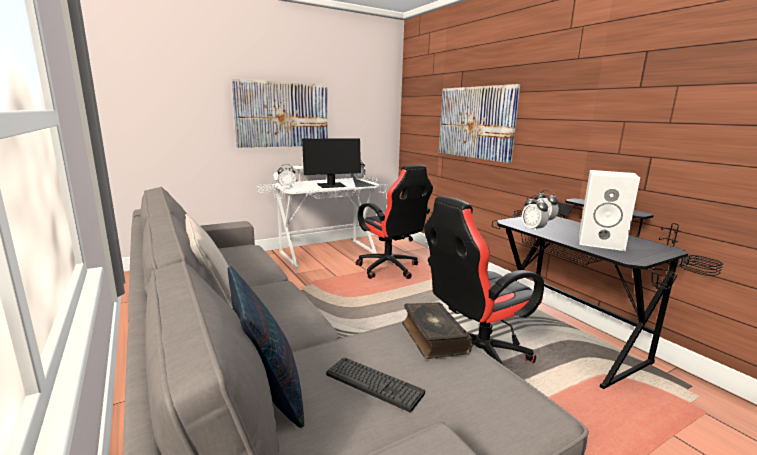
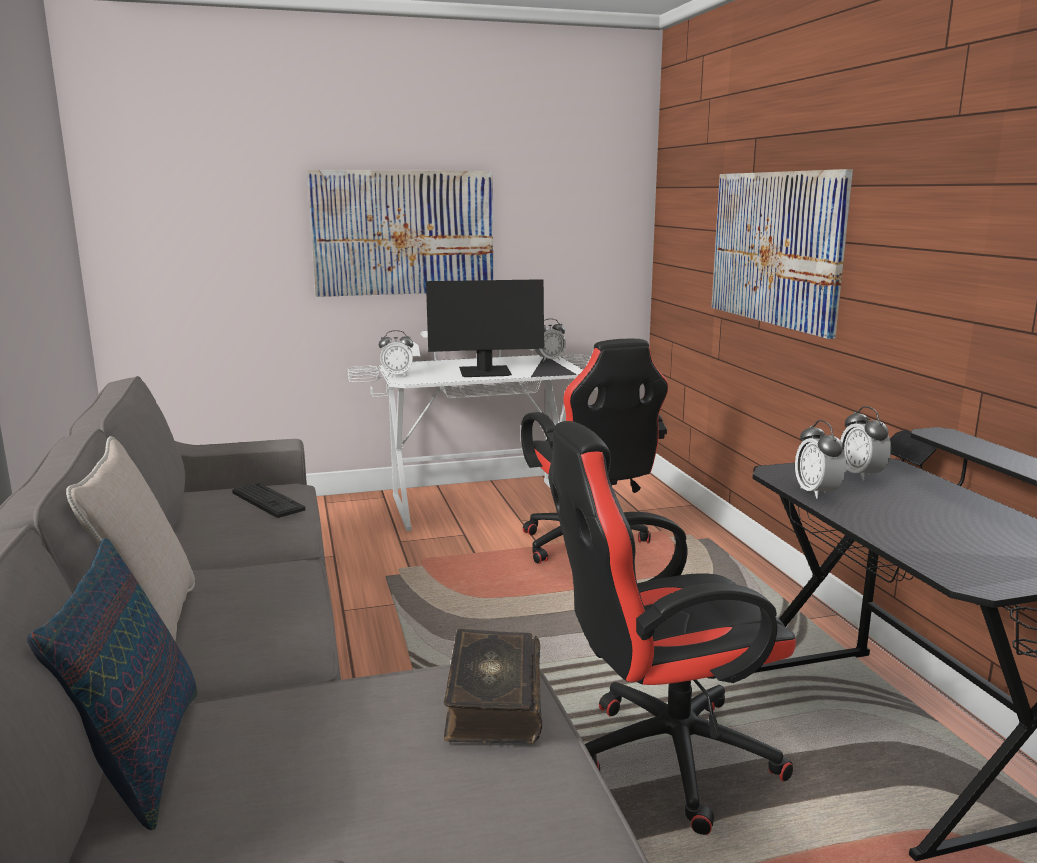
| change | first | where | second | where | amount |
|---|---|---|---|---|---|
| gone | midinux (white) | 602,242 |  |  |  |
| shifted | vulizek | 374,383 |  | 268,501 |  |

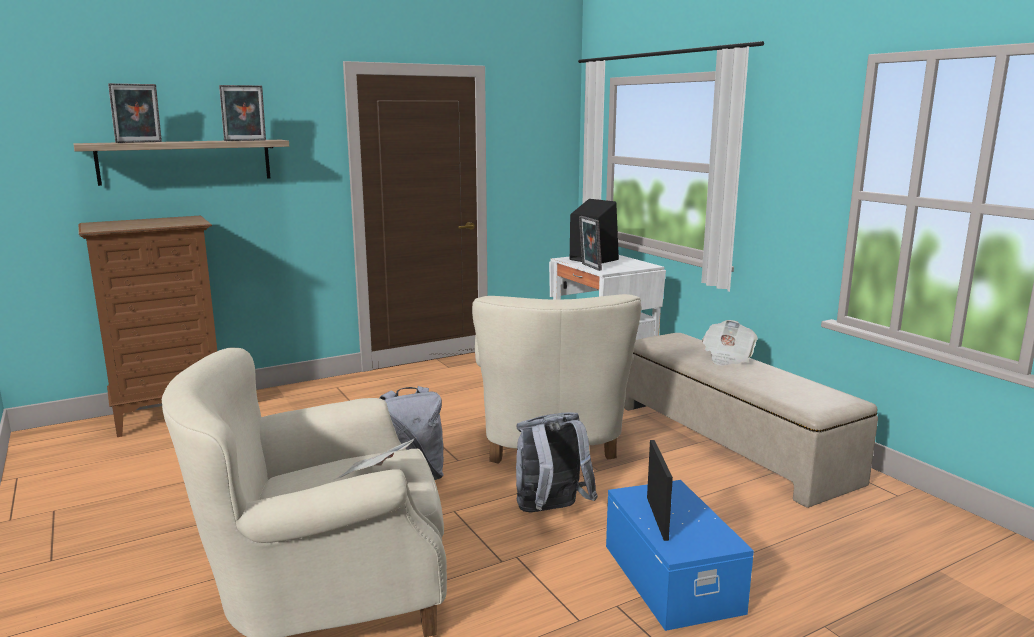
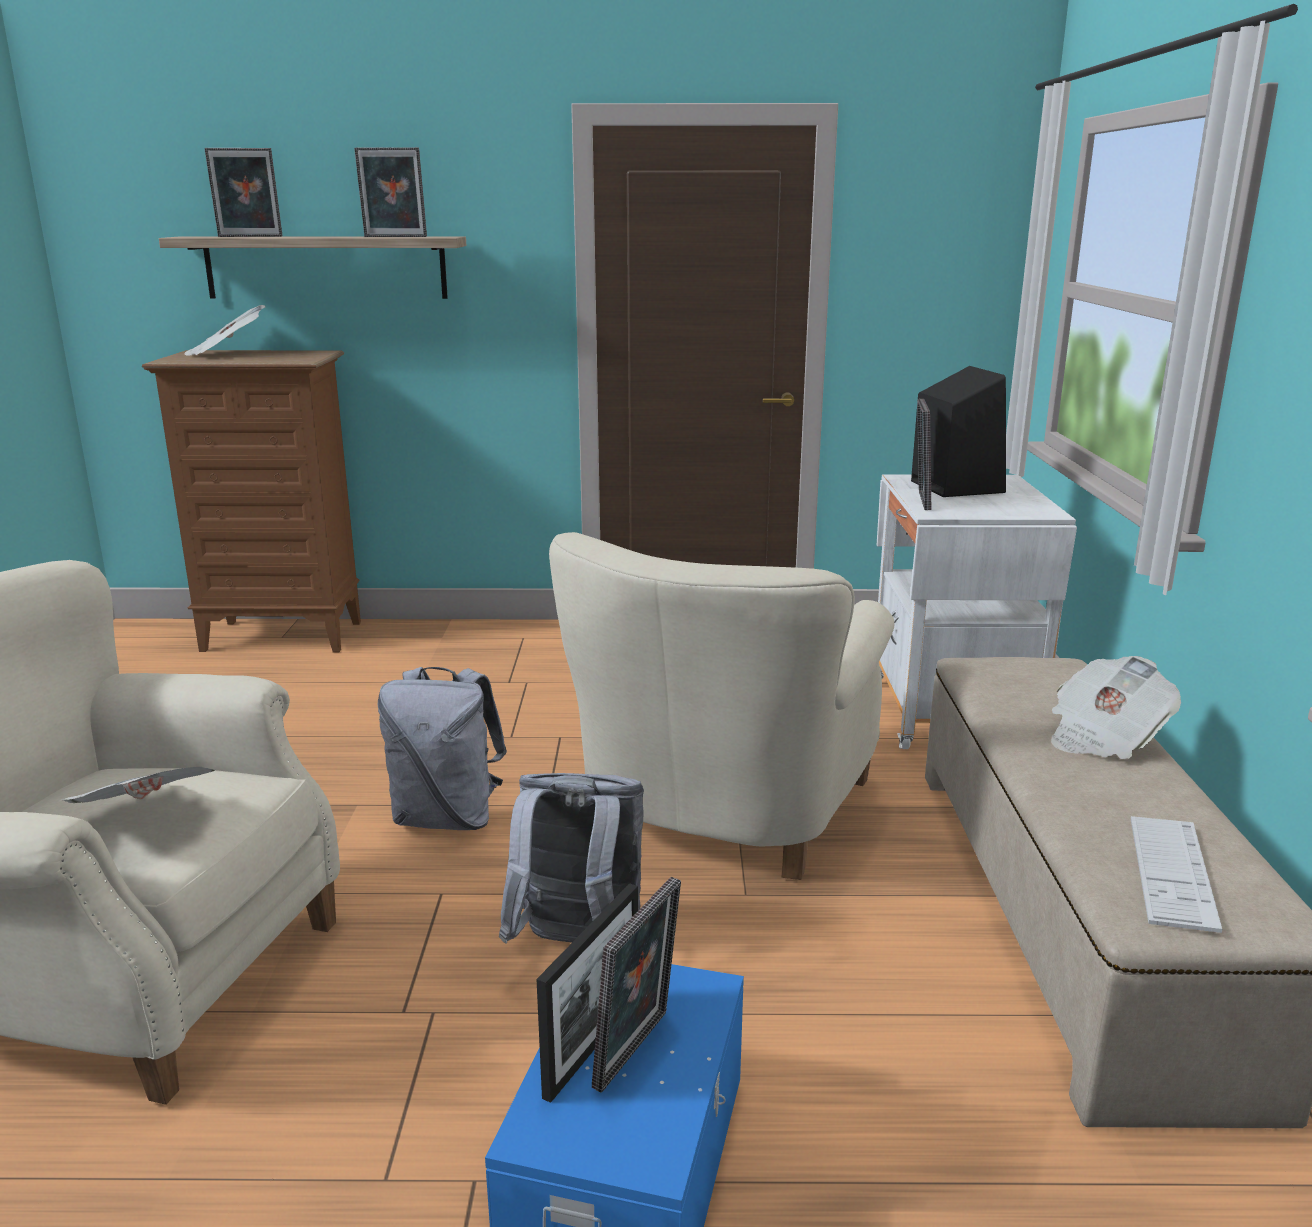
| change | first | where | second | where | amount |
|---|---|---|---|---|---|
| new |  |  | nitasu | 227,353 |  |
| new |  |  | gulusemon | 637,1052 |  |
| new |  |  | vulizek | 1171,872 |  |

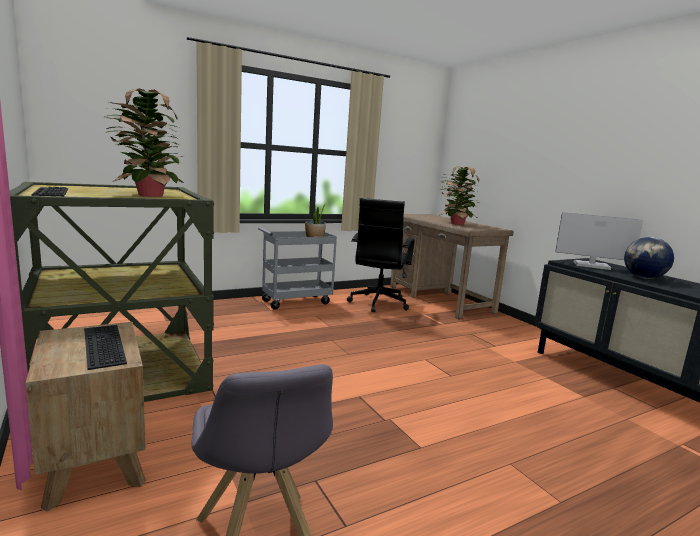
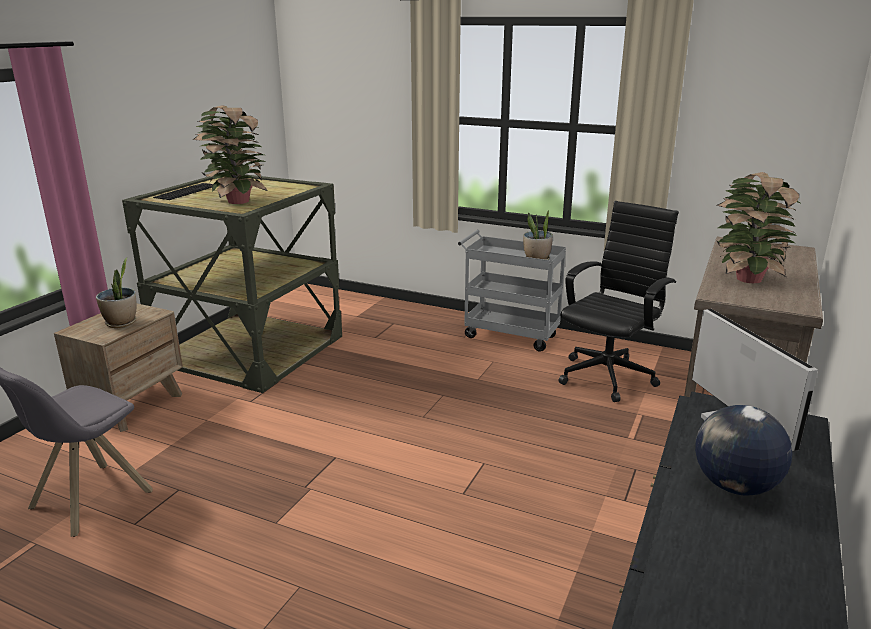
| change | first | where | second | where | amount |
|---|---|---|---|---|---|
| swapped | vulizek | 101,345 | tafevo | 121,323 |  |
| rotated | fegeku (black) | 378,304 |  | 608,375 | 150 degrees clockwise |

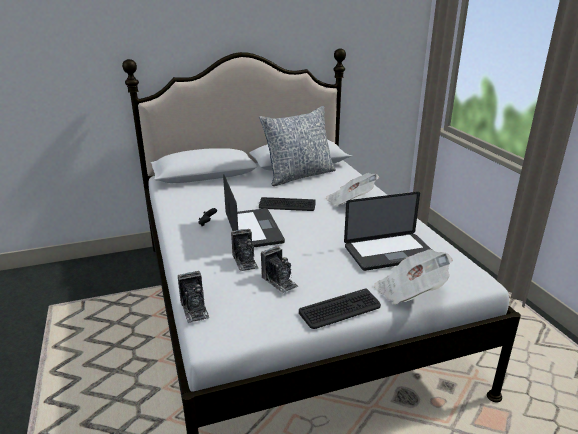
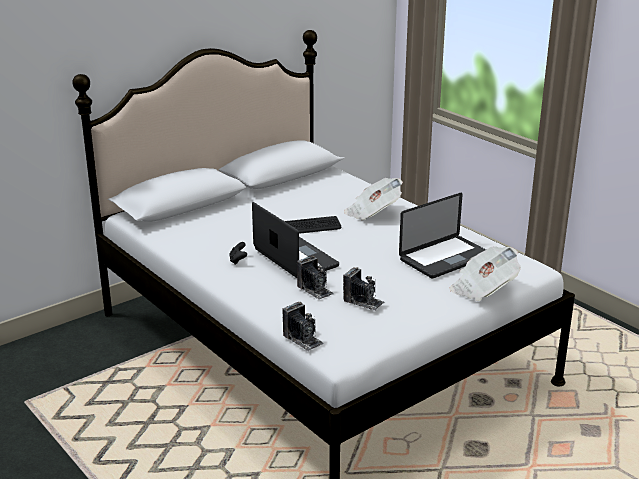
| change | first | where | second | where | amount |
|---|---|---|---|---|---|
| gone | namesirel | 299,175 |  |  |  |
| gone | vulizek | 340,309 |  |  |  |

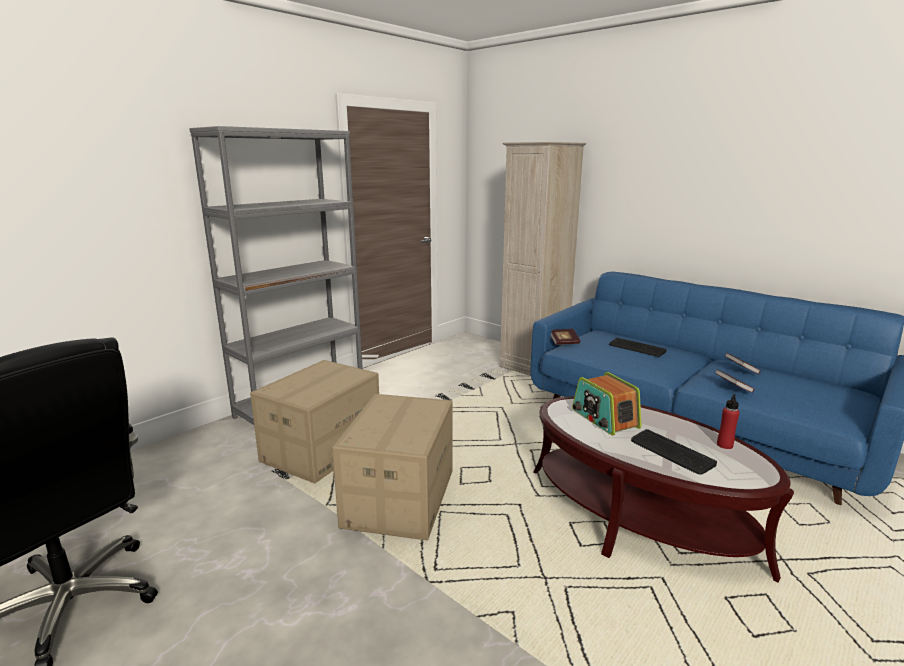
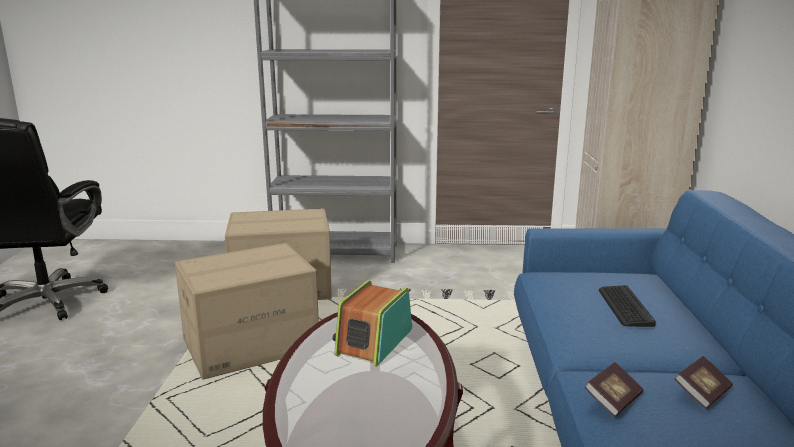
| change | first | where | second | where | amount |
|---|---|---|---|---|---|
| gone | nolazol | 564,343 |  |  |  |
| gone | vulizek | 671,452 |  |  |  |
| gone | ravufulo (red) | 724,445 |  |  |  |

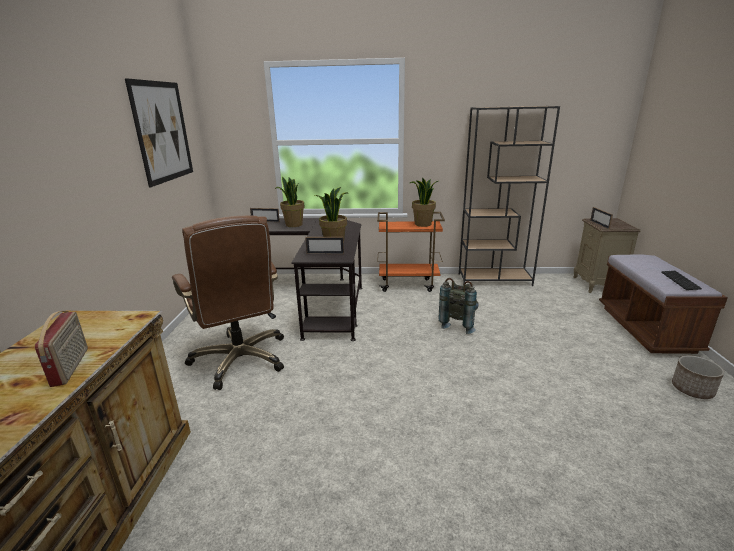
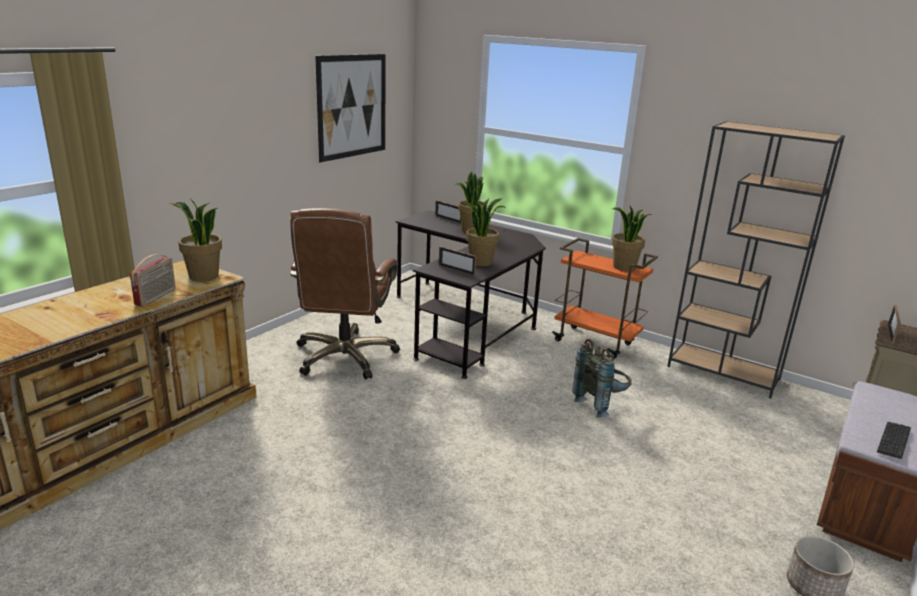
| change | first | where | second | where | amount |
|---|---|---|---|---|---|
| new |  |  | tafevo | 203,276 |  |

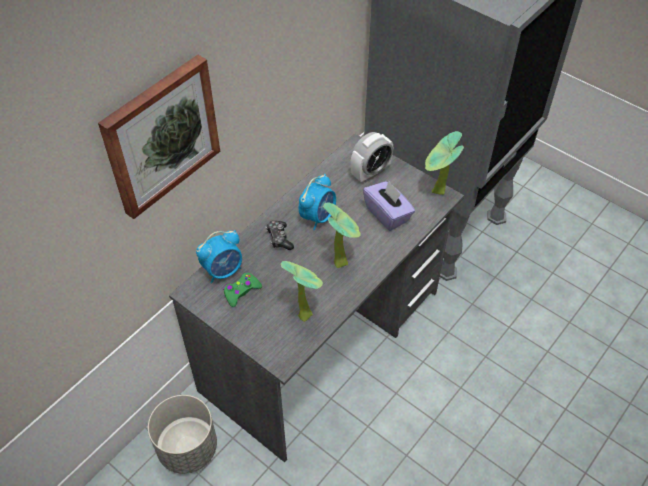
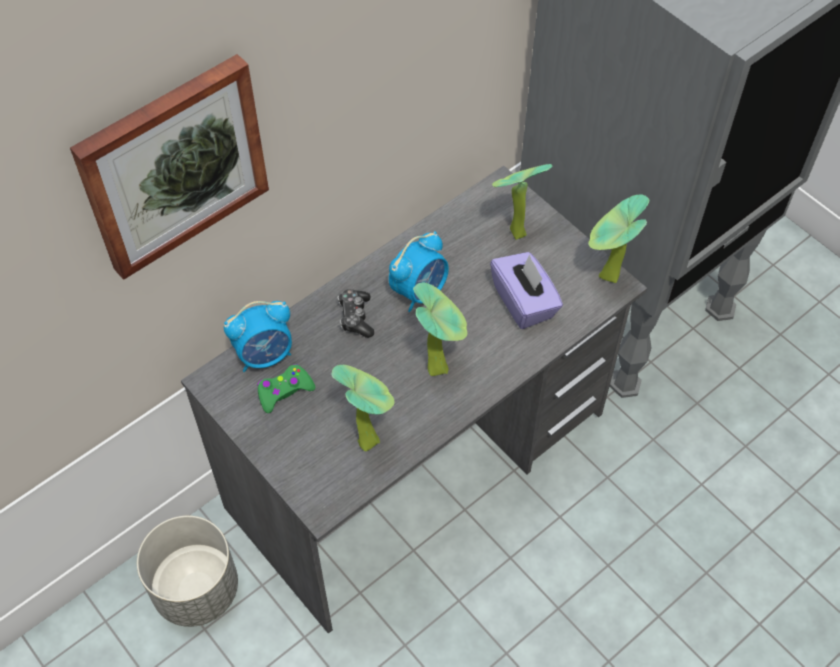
| change | first | where | second | where | amount |
|---|---|---|---|---|---|
| swapped | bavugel | 370,173 | tafevo | 513,232 |  |

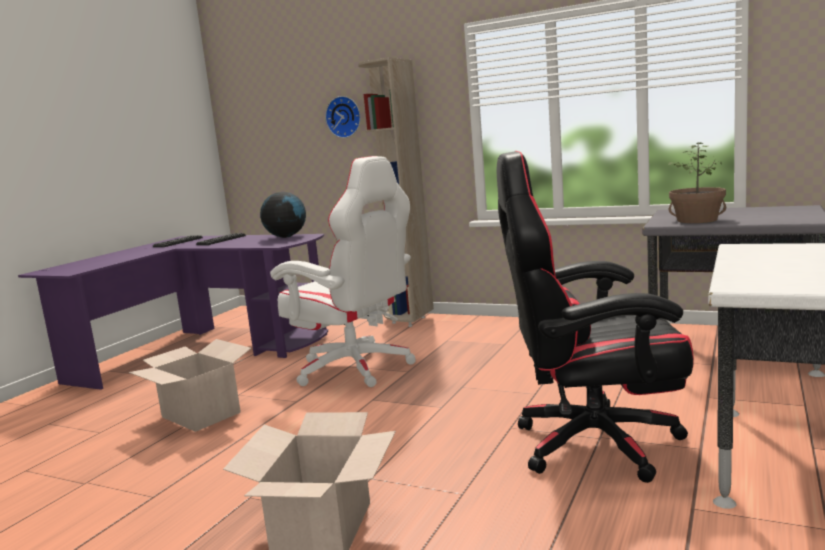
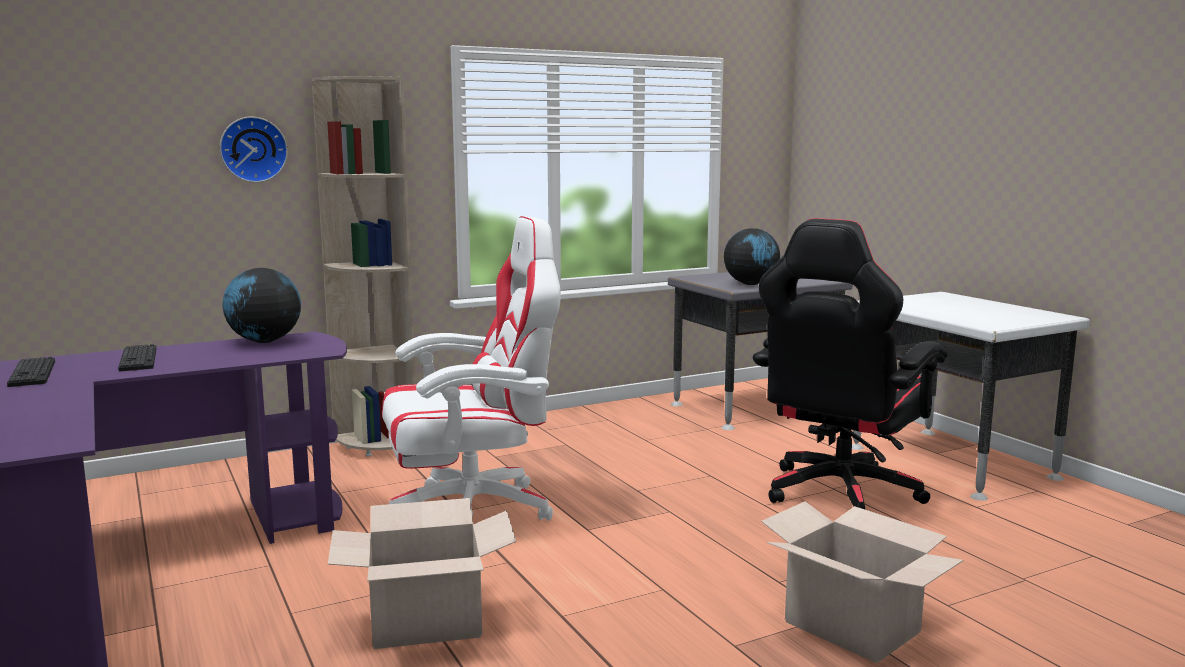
| change | first | where | second | where | amount |
|---|---|---|---|---|---|
| swapped | tafevo | 697,220 | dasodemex | 751,284 |  |

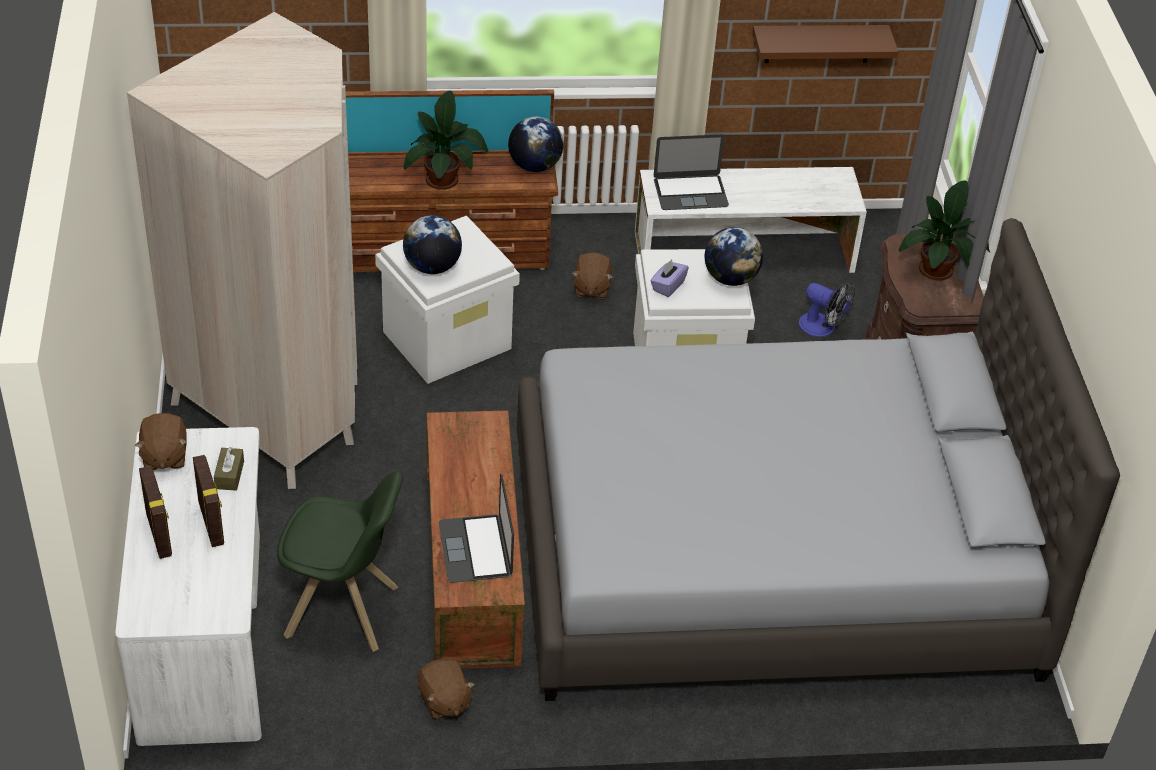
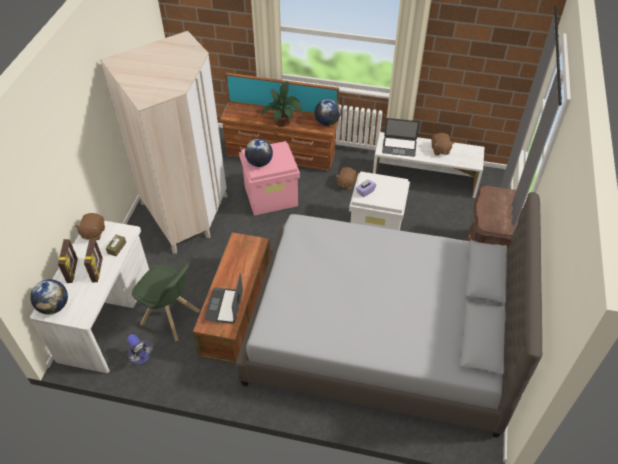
| change | first | where | second | where | amount |
|---|---|---|---|---|---|
| gone | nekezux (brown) | 818,43 |  |  |  |
| gone | tafevo | 938,268 |  |  |  |
| shifted | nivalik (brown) | 444,701 |  | 440,150 |  |
| shifted | dasodemex | 730,278 |  | 54,306 |  |
| shifted | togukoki | 823,328 |  | 141,357 |  |
| repainted | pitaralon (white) | 447,339 | pitaralon (pink) | 271,196 |  |

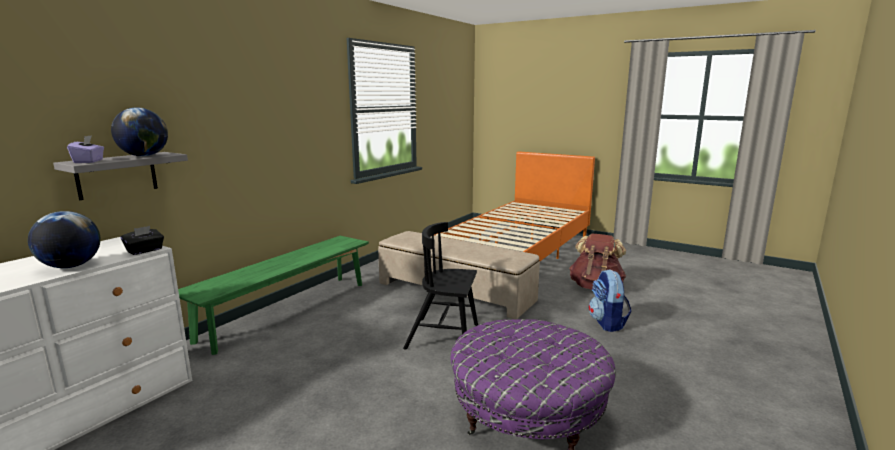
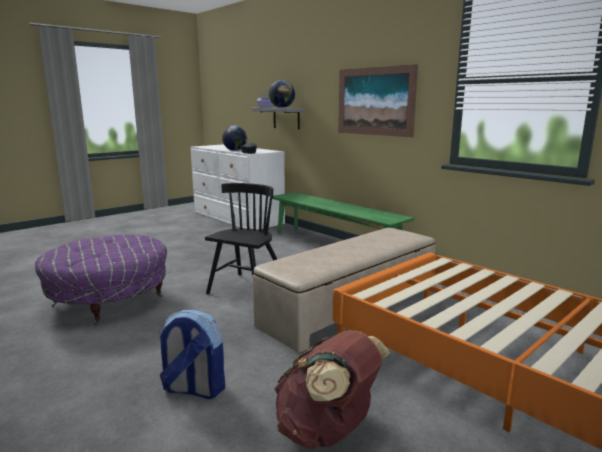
| change | first | where | second | where | amount |
|---|---|---|---|---|---|
| new |  |  | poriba | 375,101 |  |

